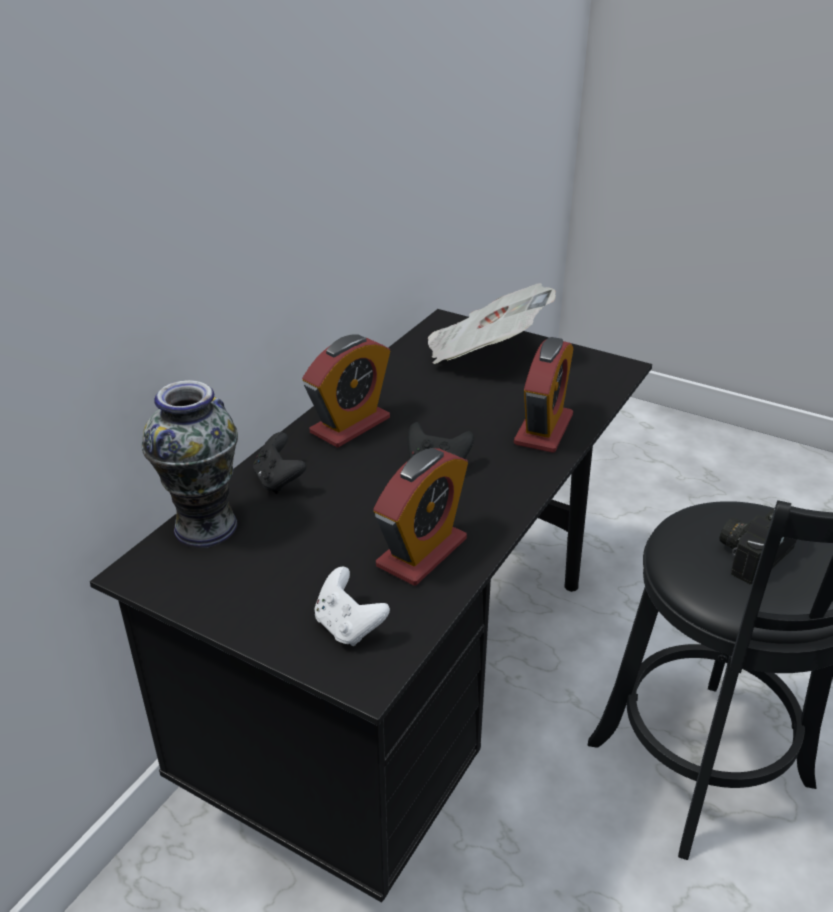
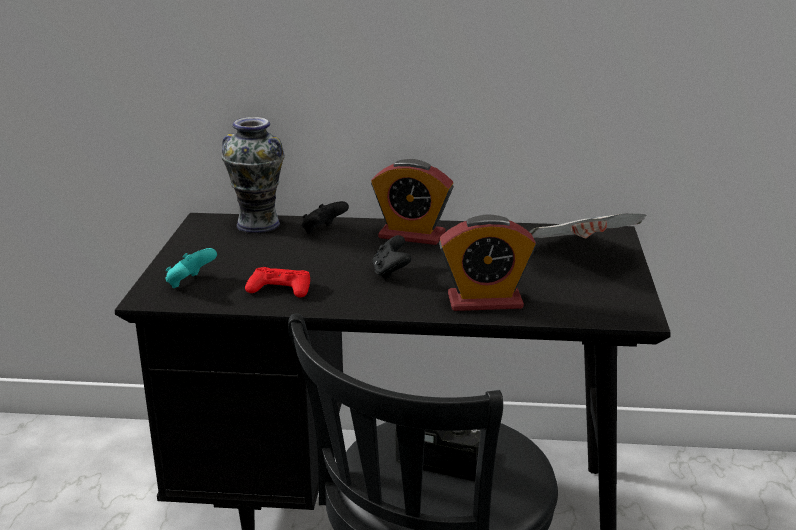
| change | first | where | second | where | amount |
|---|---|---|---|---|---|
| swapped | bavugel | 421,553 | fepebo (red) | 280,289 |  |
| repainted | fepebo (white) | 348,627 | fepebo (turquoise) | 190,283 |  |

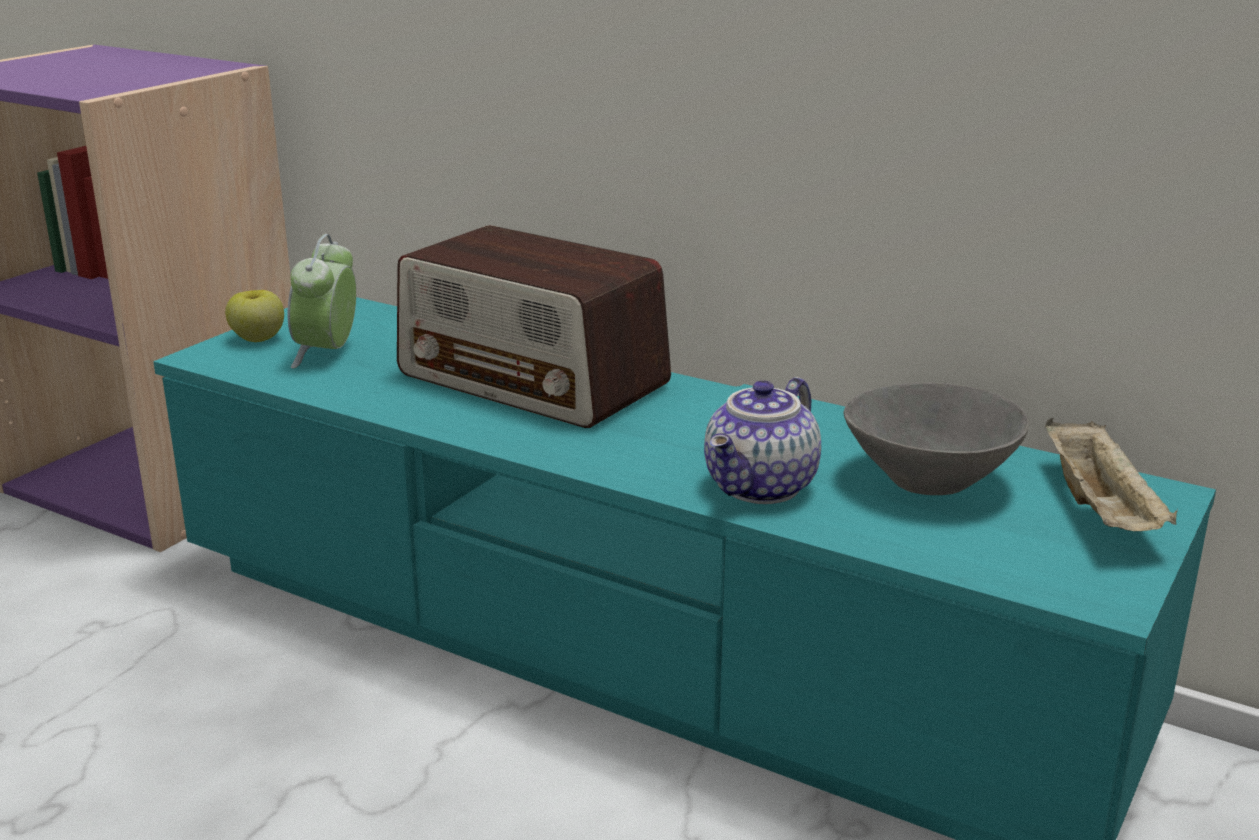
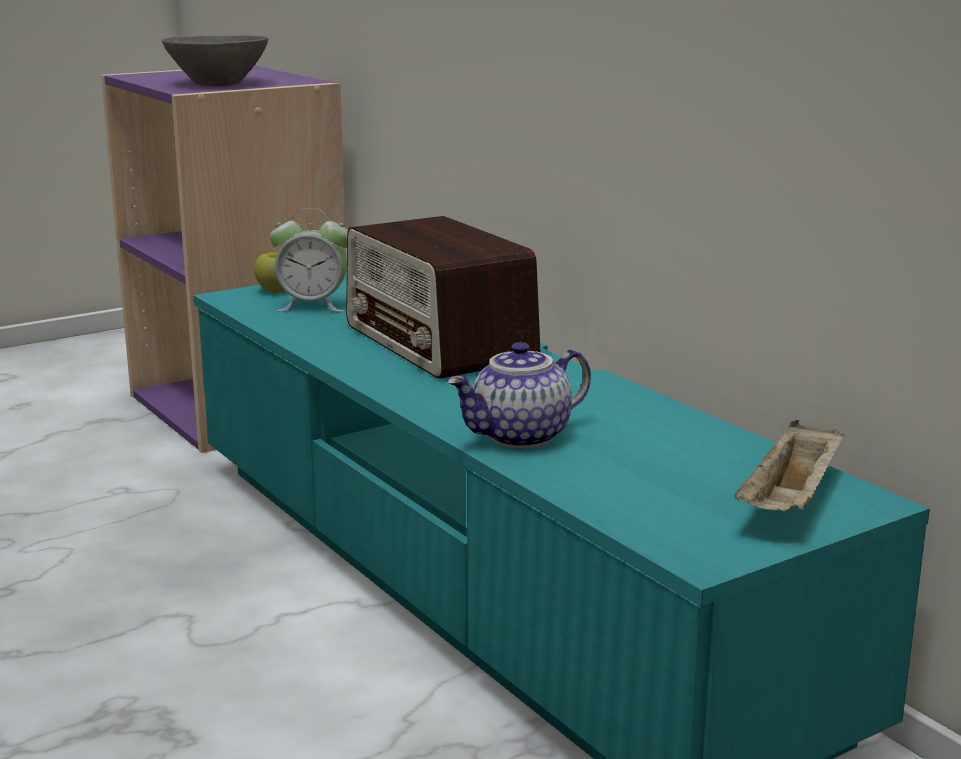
| change | first | where | second | where | amount |
|---|---|---|---|---|---|
| shifted | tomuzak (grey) | 927,480 |  | 217,83 |  |
| rotated | bavugel | 327,354 |  | 313,306 | 120 degrees counterclockwise |

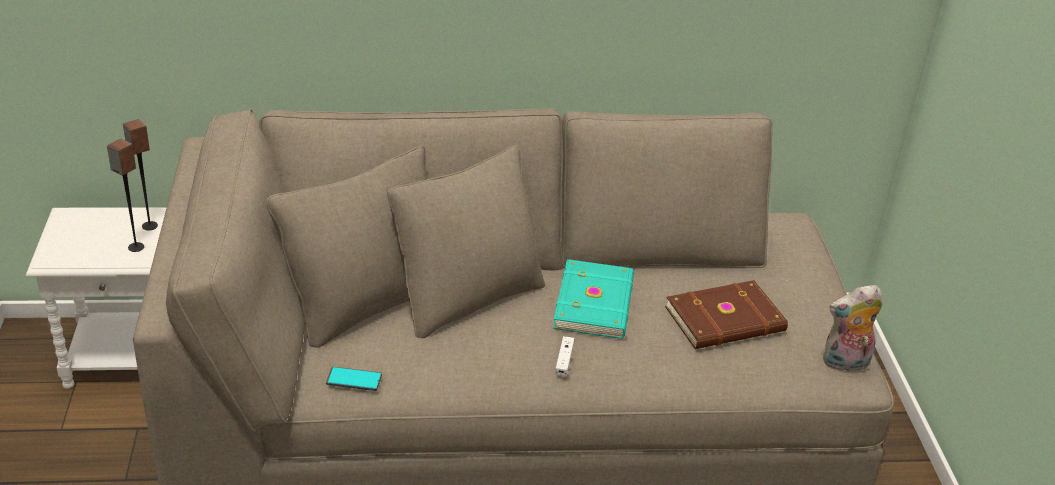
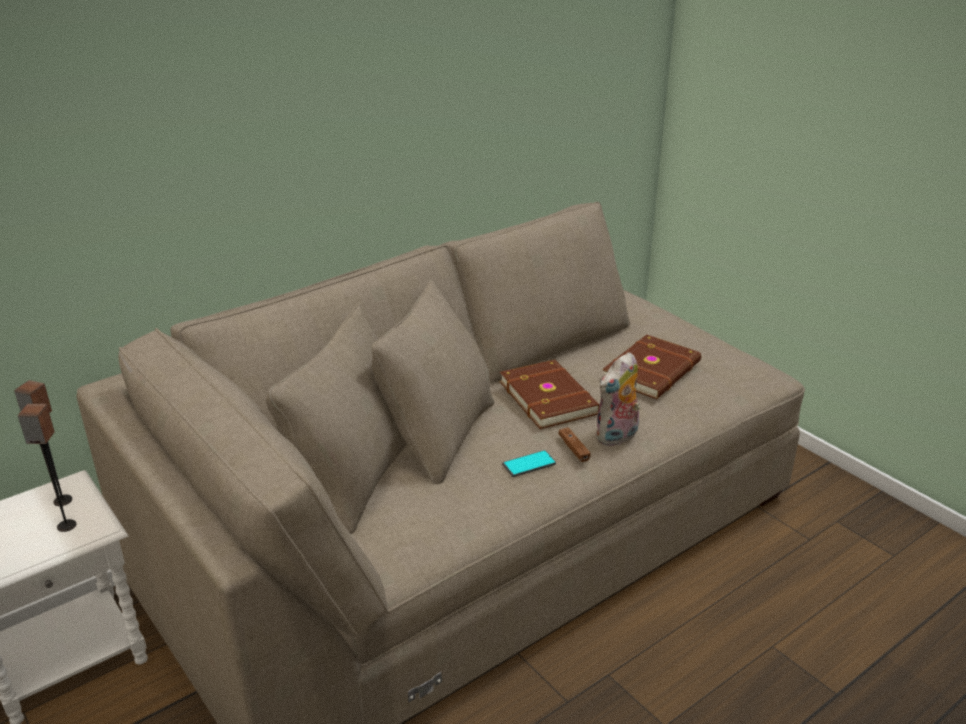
| change | first | where | second | where | amount |
|---|---|---|---|---|---|
| shifted | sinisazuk | 354,379 |  | 529,464 |  |
| shifted | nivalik | 845,364 |  | 617,437 |  |
| repainted | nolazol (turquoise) | 596,303 | nolazol (brown) | 549,397 |  |
| repainted | fepebo (white) | 564,360 | fepebo (brown) | 574,449 |  |

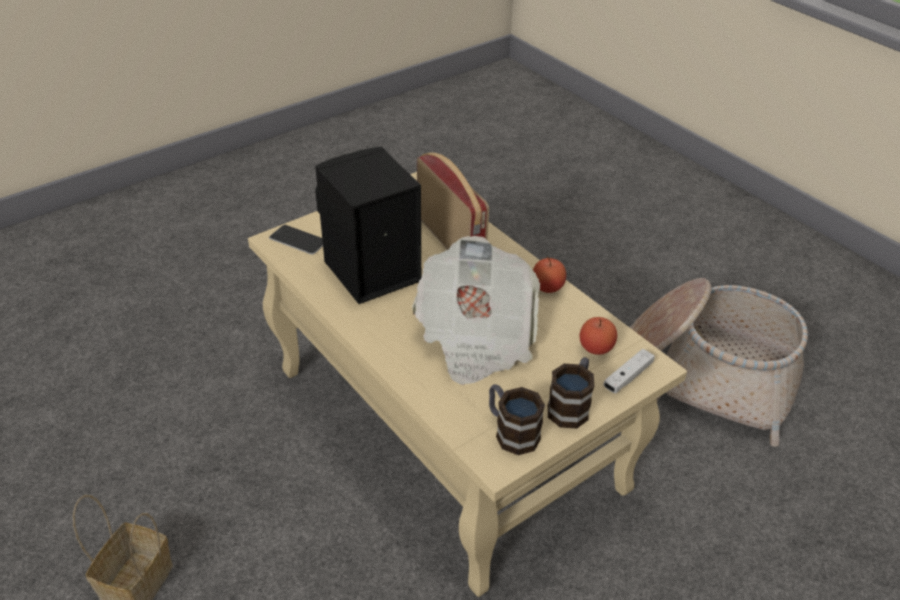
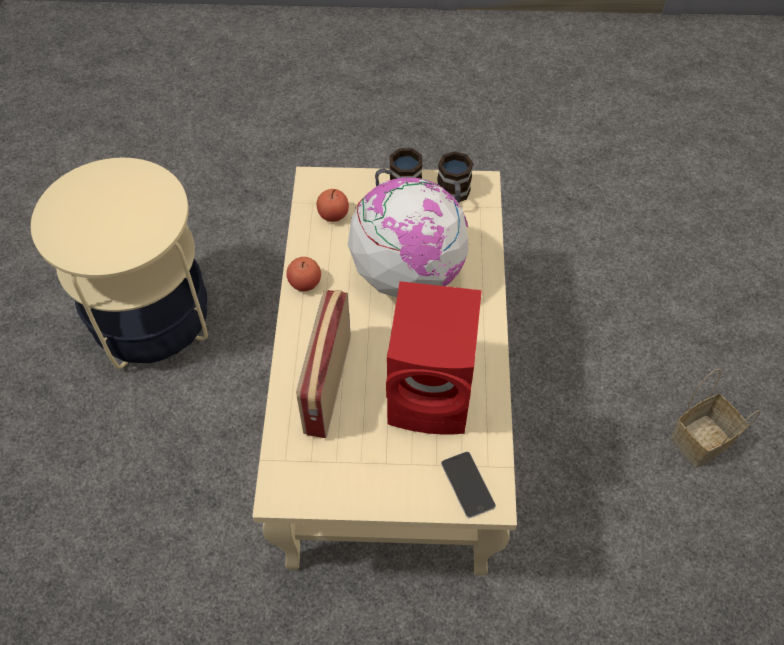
| change | first | where | second | where | amount |
|---|---|---|---|---|---|
| gone | fepebo (white) | 627,377 |  |  |  |
| swapped | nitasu | 475,337 | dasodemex | 407,274 |  |
| swapped | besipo | 705,375 | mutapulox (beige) | 152,324 |  |
| repainted | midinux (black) | 368,272 | midinux (red) | 434,394 |  |

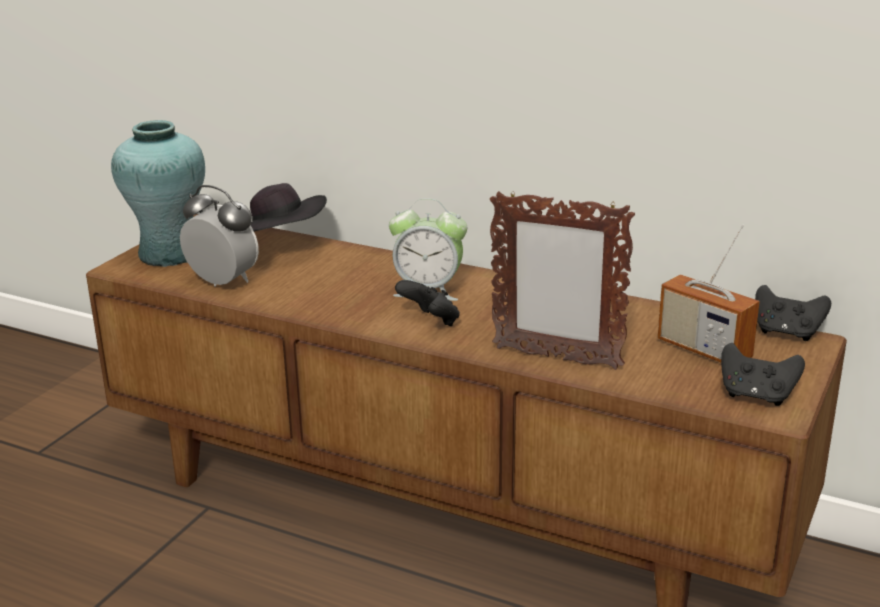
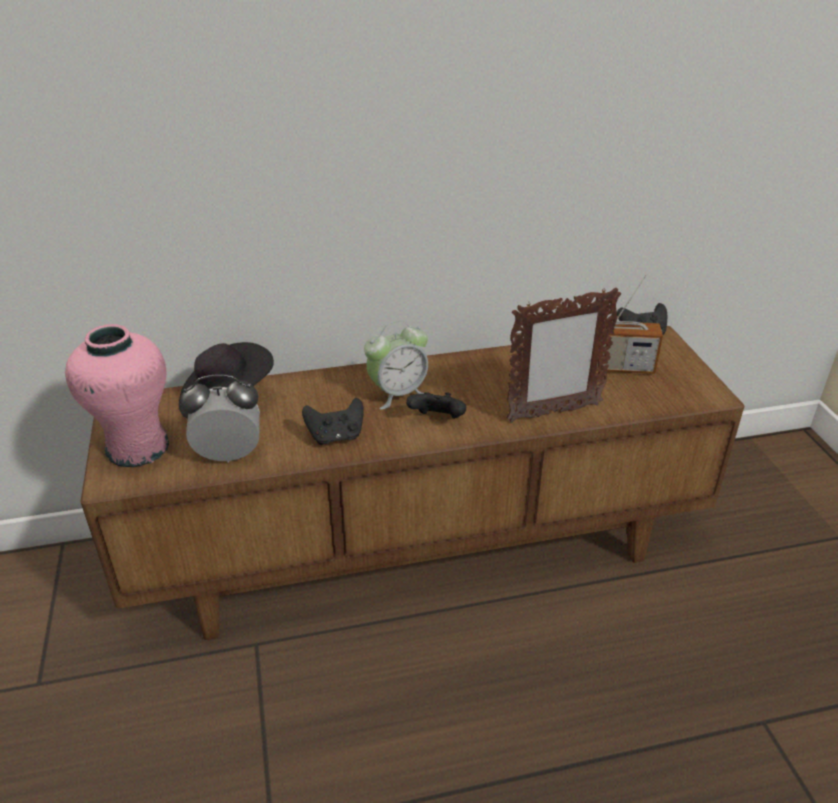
| change | first | where | second | where | amount |
|---|---|---|---|---|---|
| shifted | fepebo (black) | 756,396 |  | 336,436 |  |
| repainted | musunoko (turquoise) | 169,254 | musunoko (pink) | 137,447 |  |

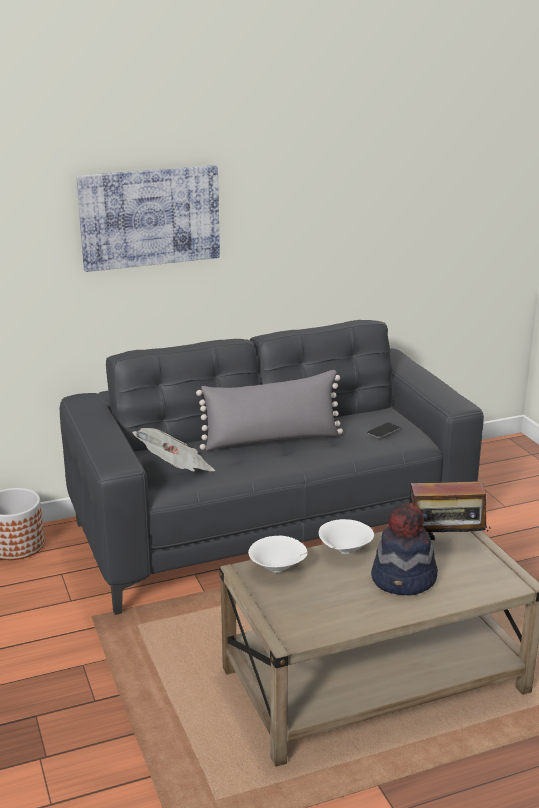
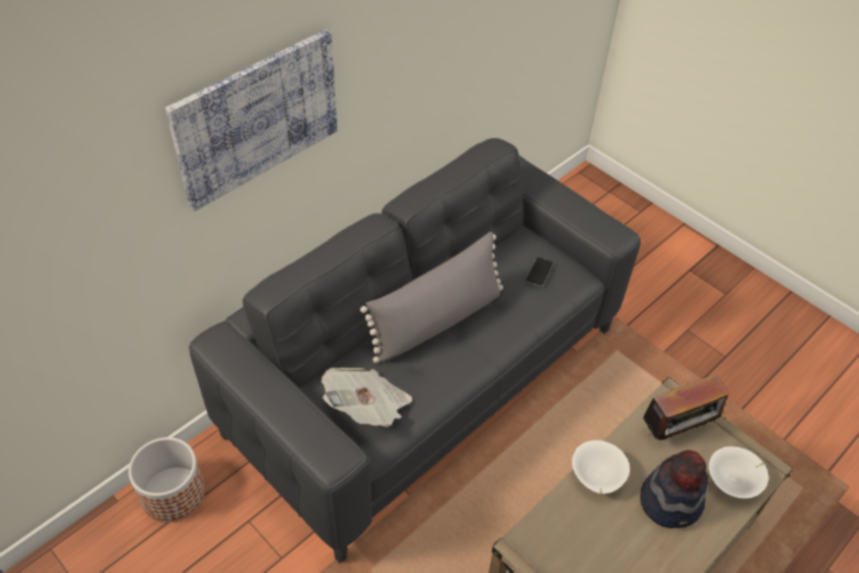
| change | first | where | second | where | amount |
|---|---|---|---|---|---|
| shifted | tomuzak (white) | 278,569 |  | 733,482 |  |

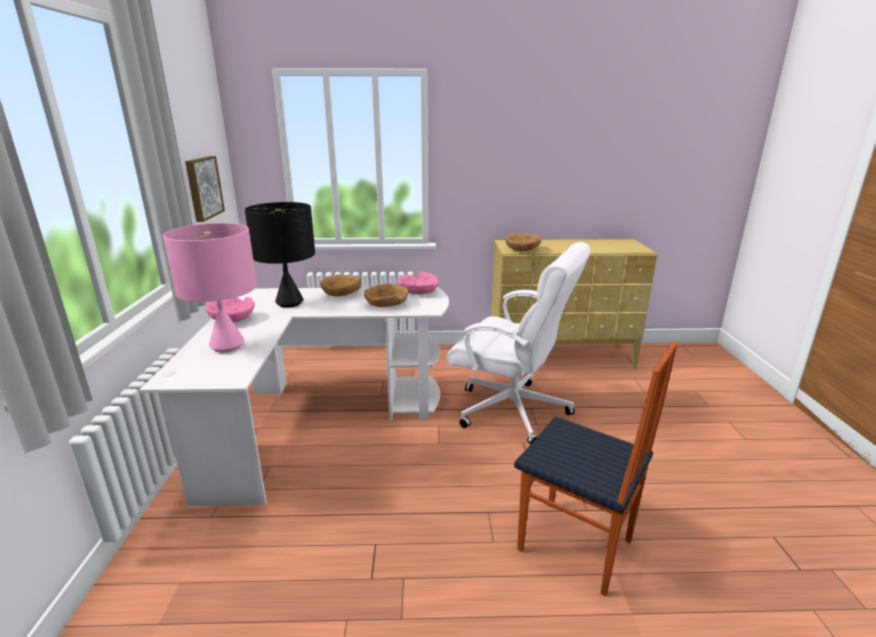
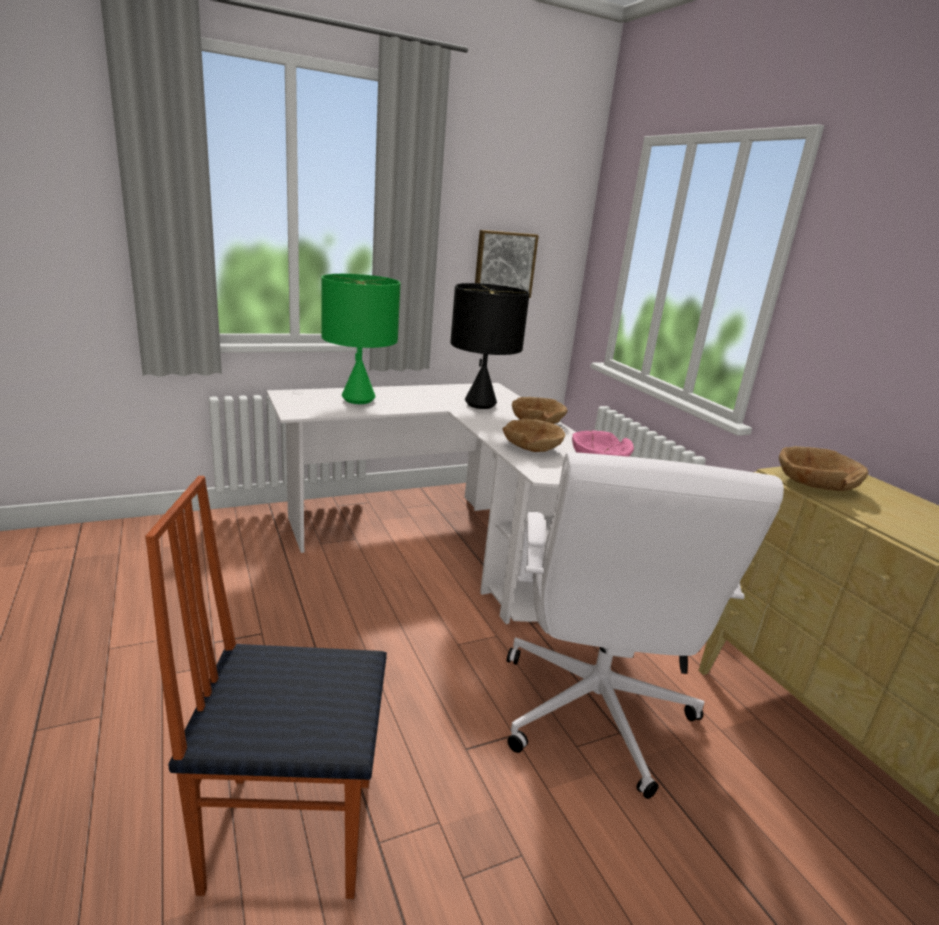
| change | first | where | second | where | amount |
|---|---|---|---|---|---|
| gone | tomuzak (pink) | 232,319 |  |  |  |
| repainted | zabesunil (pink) | 227,346 | zabesunil (green) | 358,400 |  |
| rotated | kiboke | 575,547 |  | 289,830 | 75 degrees clockwise |

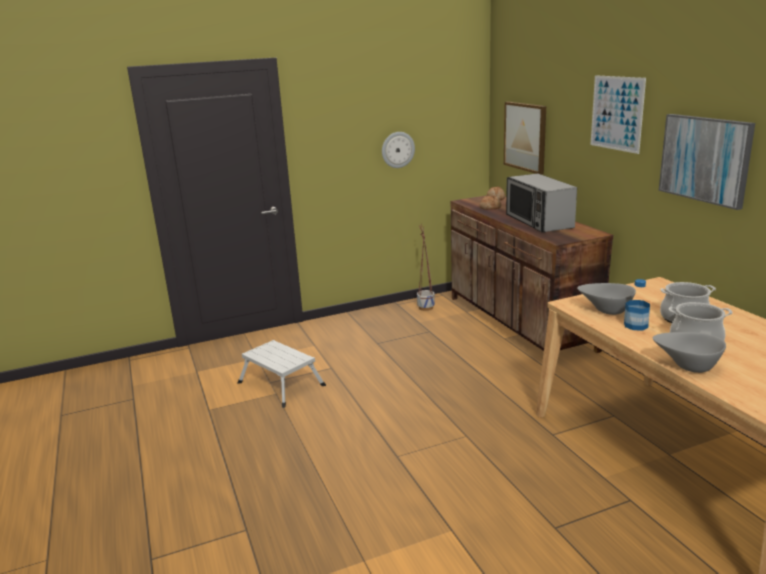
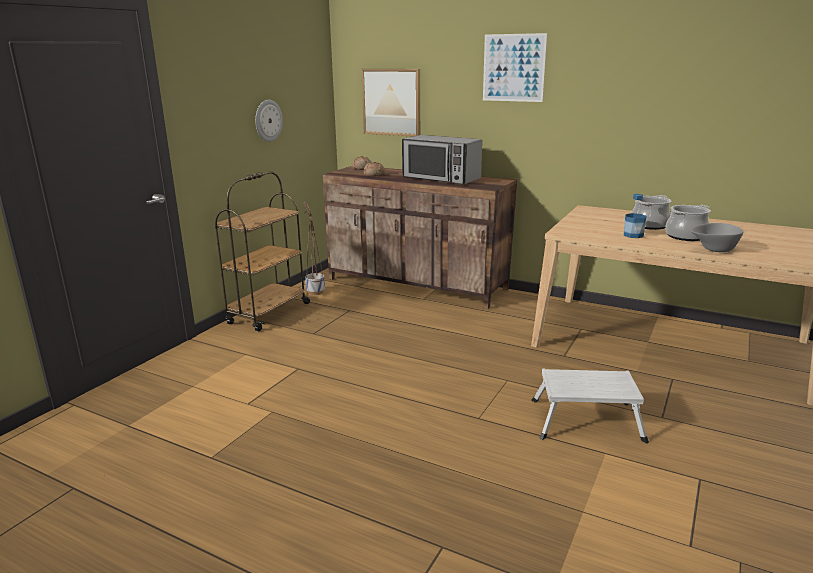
| change | first | where | second | where | amount |
|---|---|---|---|---|---|
| gone | tomuzak (grey) | 606,310 |  |  |  |
| gone | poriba | 705,159 |  |  |  |
| new |  |  | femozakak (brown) | 268,314 |  |
| shifted | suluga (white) | 280,384 |  | 585,420 |  |

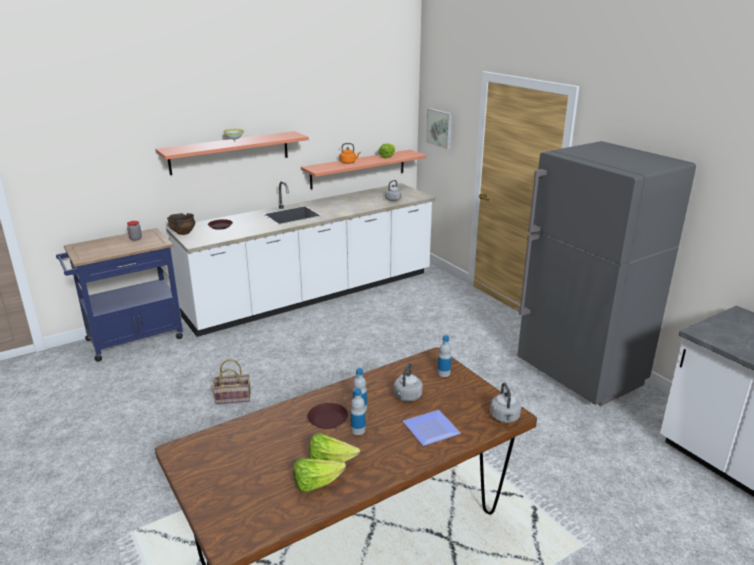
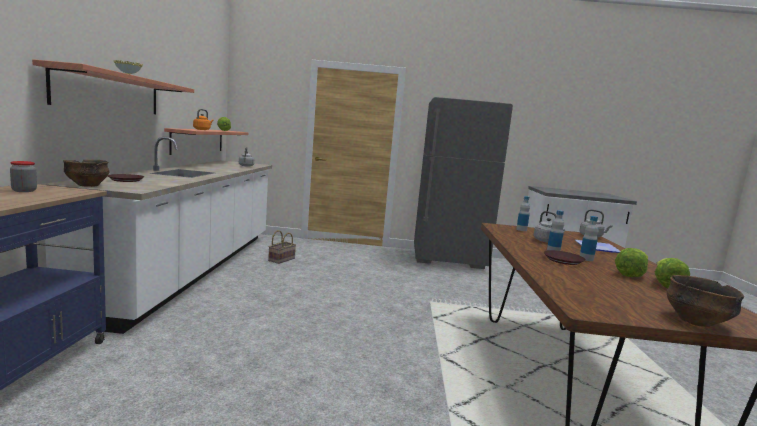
| change | first | where | second | where | amount |
|---|---|---|---|---|---|
| gone | poriba | 440,128 |  |  |  |
| new |  |  | tomuzak | 696,321 |  |
| shifted | besipo | 234,397 |  | 281,259 |  |

